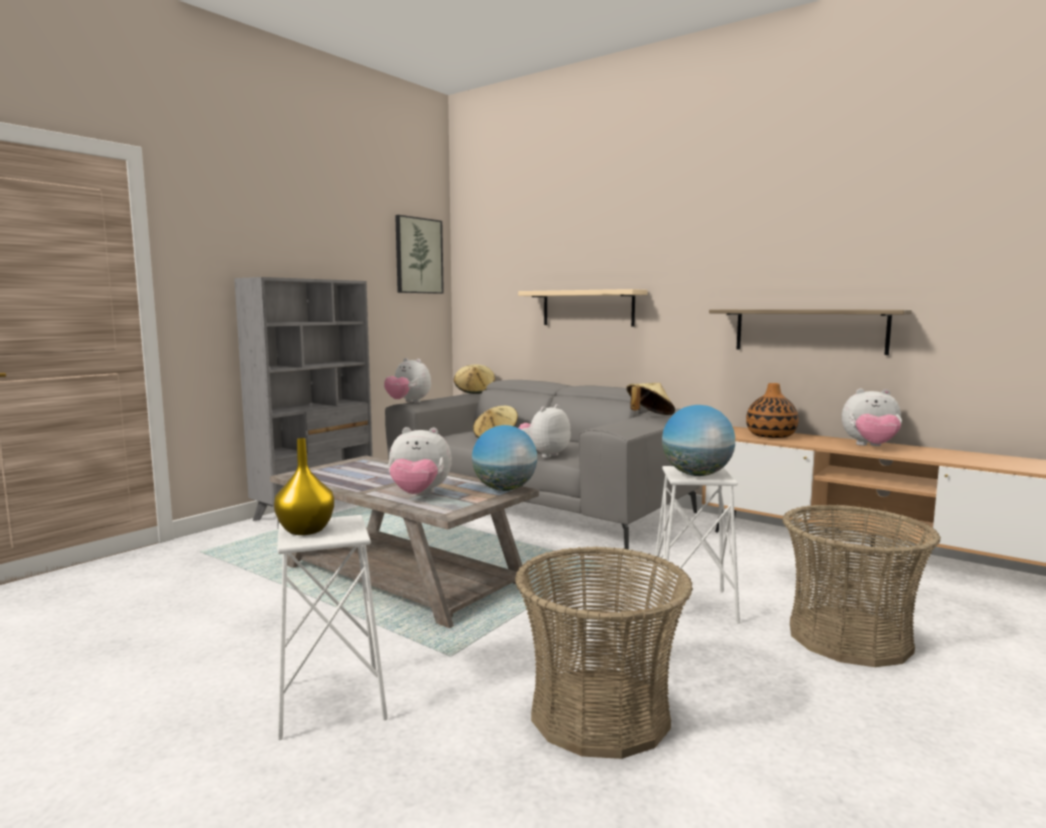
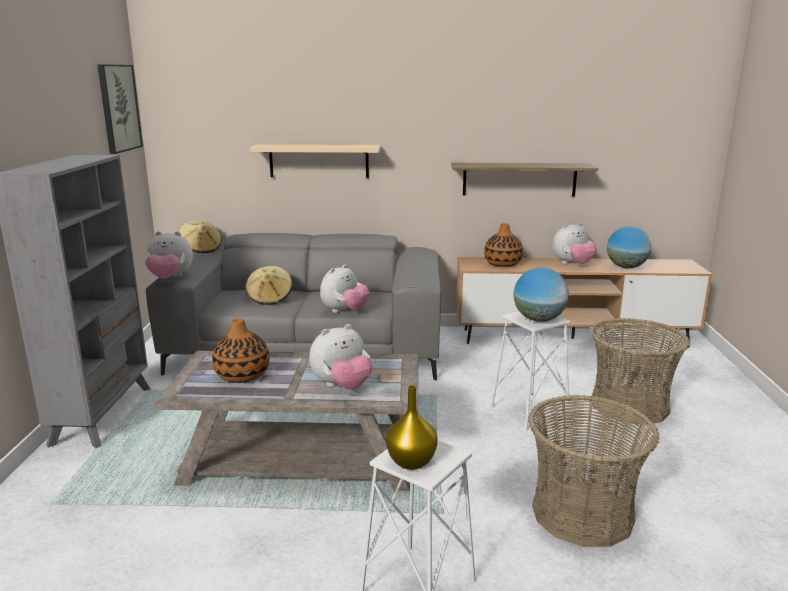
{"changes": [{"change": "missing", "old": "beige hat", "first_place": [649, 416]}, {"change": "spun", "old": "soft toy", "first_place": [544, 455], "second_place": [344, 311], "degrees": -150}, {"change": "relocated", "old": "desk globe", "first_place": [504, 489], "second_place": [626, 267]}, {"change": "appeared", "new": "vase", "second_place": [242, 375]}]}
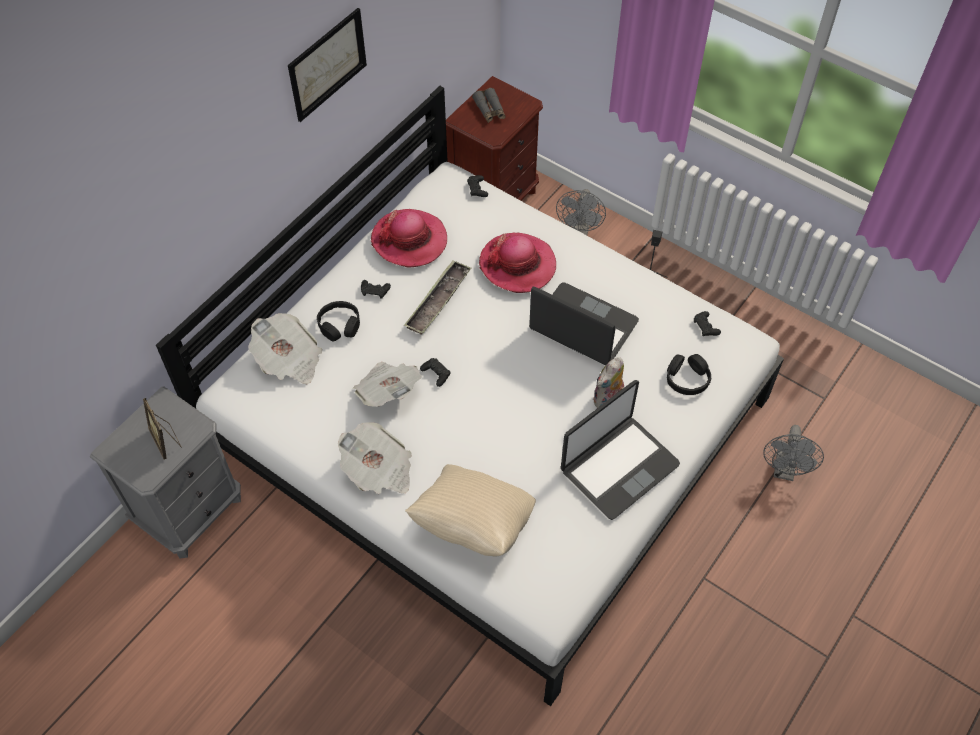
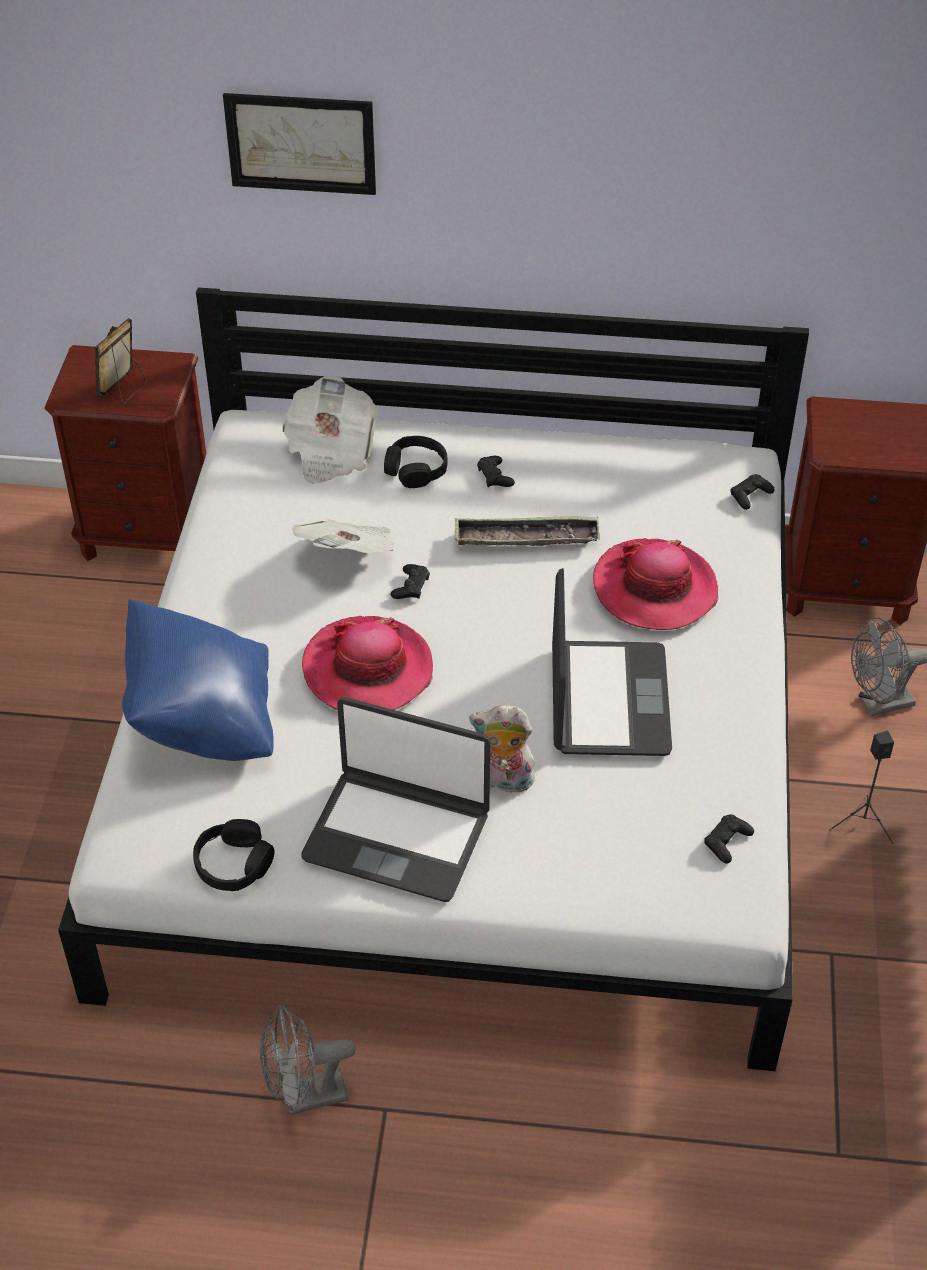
{"changes": [{"change": "relocated", "old": "wall picture", "first_place": [327, 64], "second_place": [301, 143]}, {"change": "missing", "old": "gray binoculars", "first_place": [489, 110]}, {"change": "relocated", "old": "hat", "first_place": [409, 240], "second_place": [368, 669]}, {"change": "relocated", "old": "black pair of headphones", "first_place": [687, 379], "second_place": [234, 864]}, {"change": "colour", "old": "gray nightstand", "new": "brown-coloured nightstand", "first_place": [190, 511], "second_place": [147, 534]}, {"change": "missing", "old": "newspaper", "first_place": [378, 470]}, {"change": "relocated", "old": "gray fan", "first_place": [784, 471], "second_place": [305, 1097]}, {"change": "colour", "old": "beige cushion", "new": "bluish cushion", "first_place": [473, 526], "second_place": [204, 721]}]}
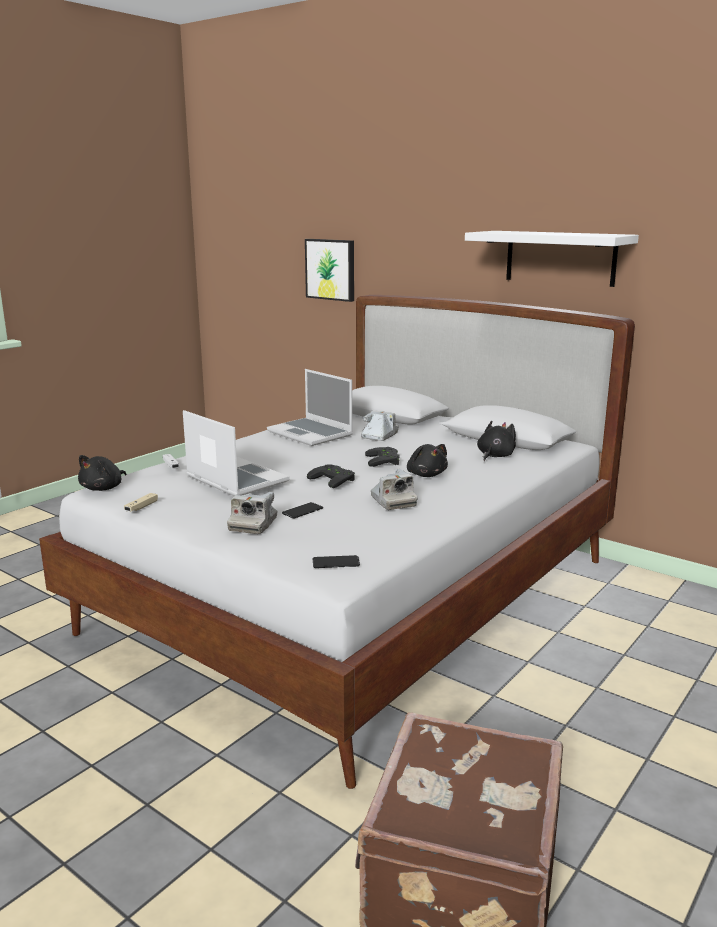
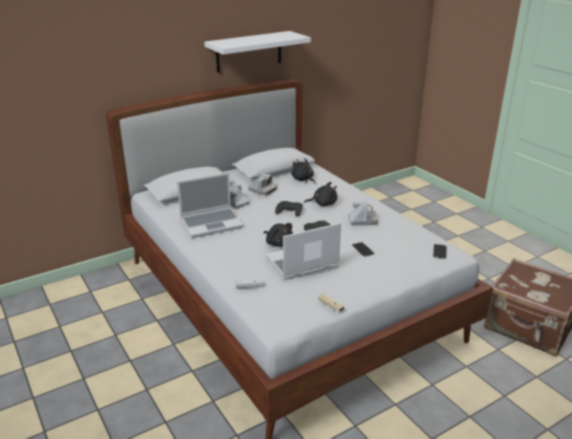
{"changes": [{"change": "missing", "old": "wall picture", "first_place": [331, 269]}, {"change": "relocated", "old": "black soft toy", "first_place": [103, 488], "second_place": [278, 243]}, {"change": "relocated", "old": "photo camera", "first_place": [253, 524], "second_place": [262, 190]}]}
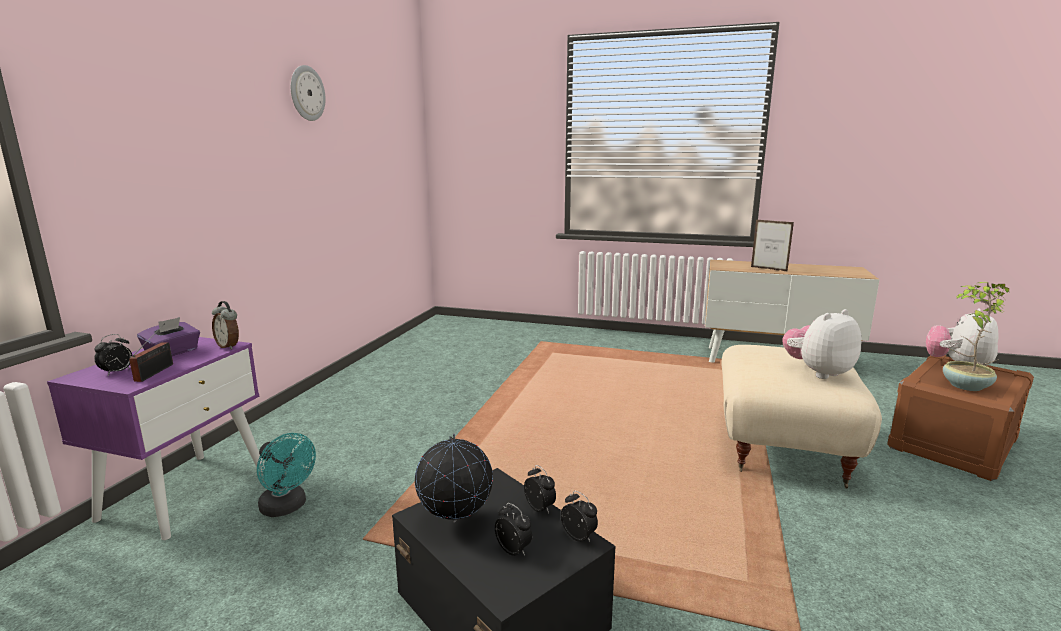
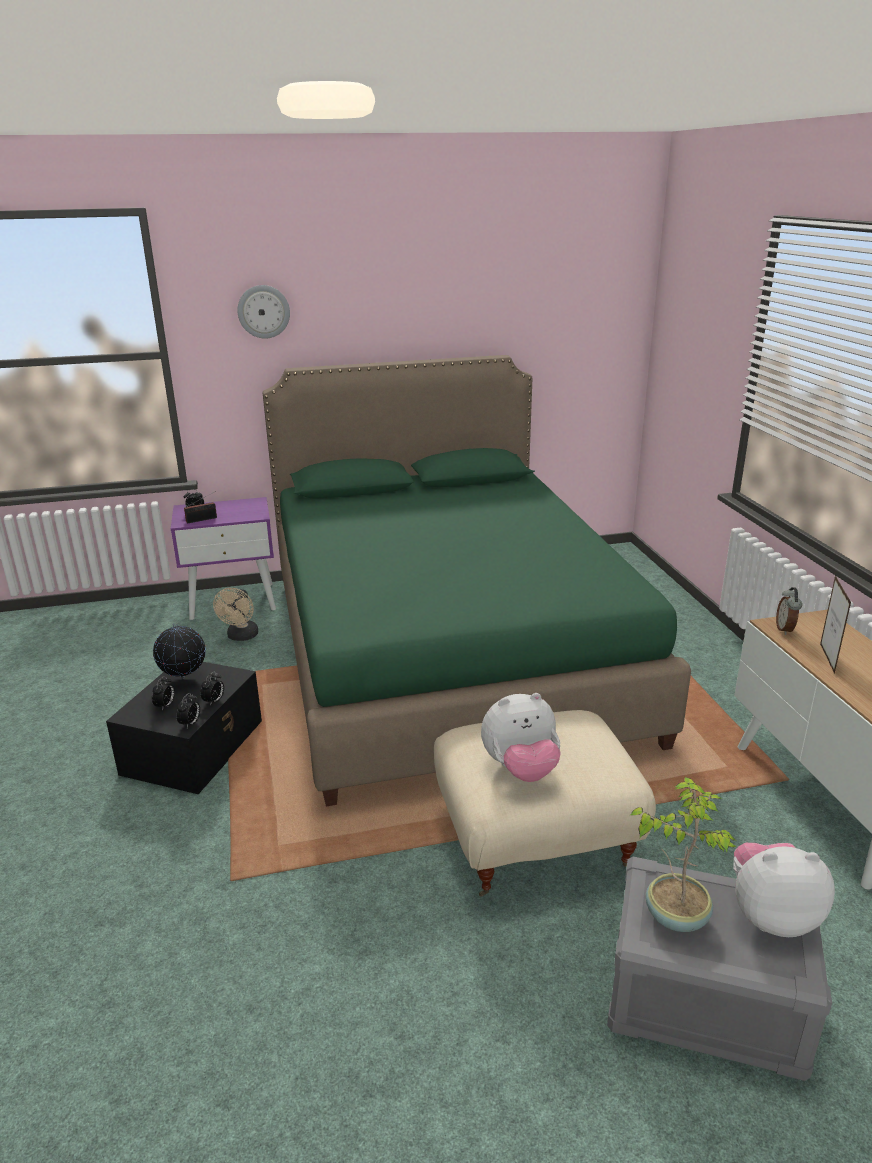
{"changes": [{"change": "relocated", "old": "clock on the wall", "first_place": [306, 93], "second_place": [263, 311]}, {"change": "relocated", "old": "bedside clock", "first_place": [229, 346], "second_place": [785, 629]}, {"change": "spun", "old": "soft toy", "first_place": [818, 372], "second_place": [521, 769], "degrees": 135}, {"change": "missing", "old": "purple tissue box", "first_place": [173, 353]}, {"change": "colour", "old": "brown-coloured storage box", "new": "gray storage box", "first_place": [953, 444], "second_place": [704, 1000]}, {"change": "colour", "old": "turquoise fan", "new": "beige fan", "first_place": [287, 507], "second_place": [241, 637]}, {"change": "appeared", "new": "green sleeping bed", "second_place": [445, 652]}]}
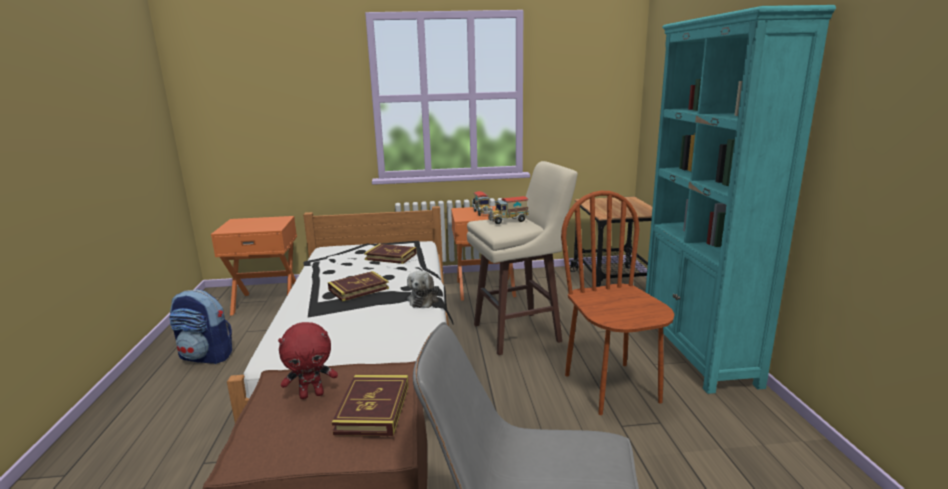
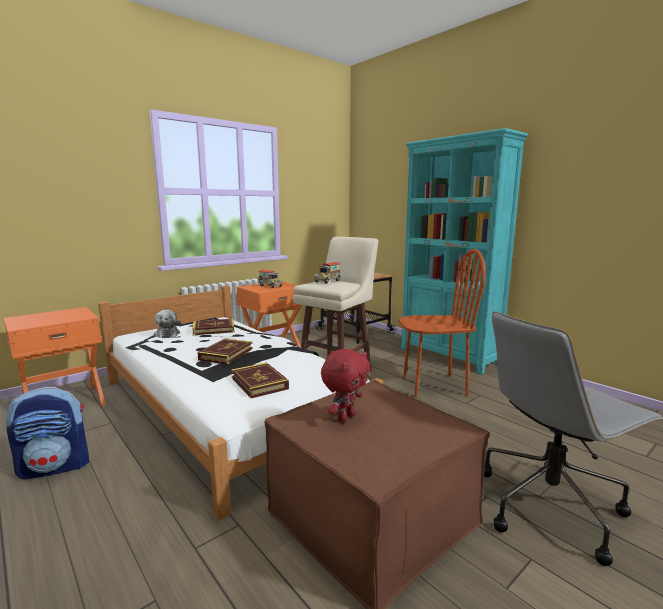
{"changes": [{"change": "spun", "old": "brown-coloured chair", "first_place": [612, 388], "second_place": [434, 386], "degrees": 135}, {"change": "relocated", "old": "soft toy", "first_place": [424, 300], "second_place": [167, 334]}, {"change": "relocated", "old": "bound book", "first_place": [373, 409], "second_place": [259, 383]}]}
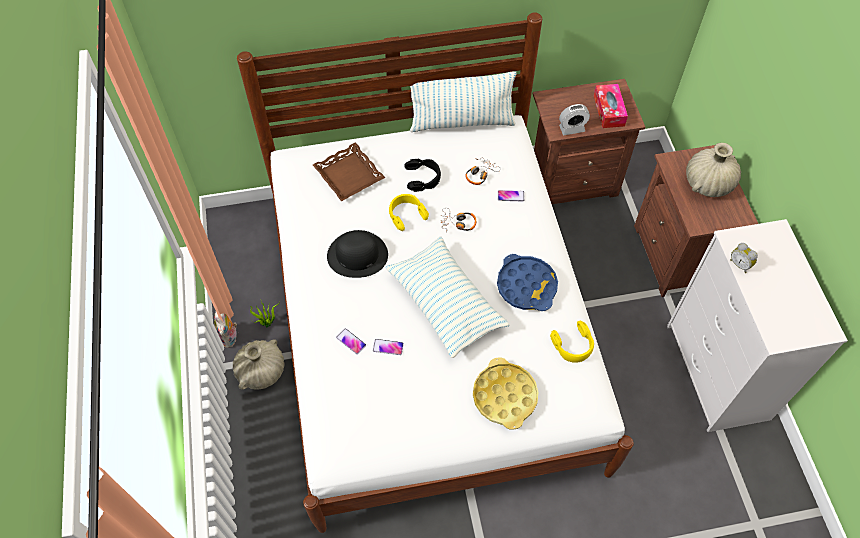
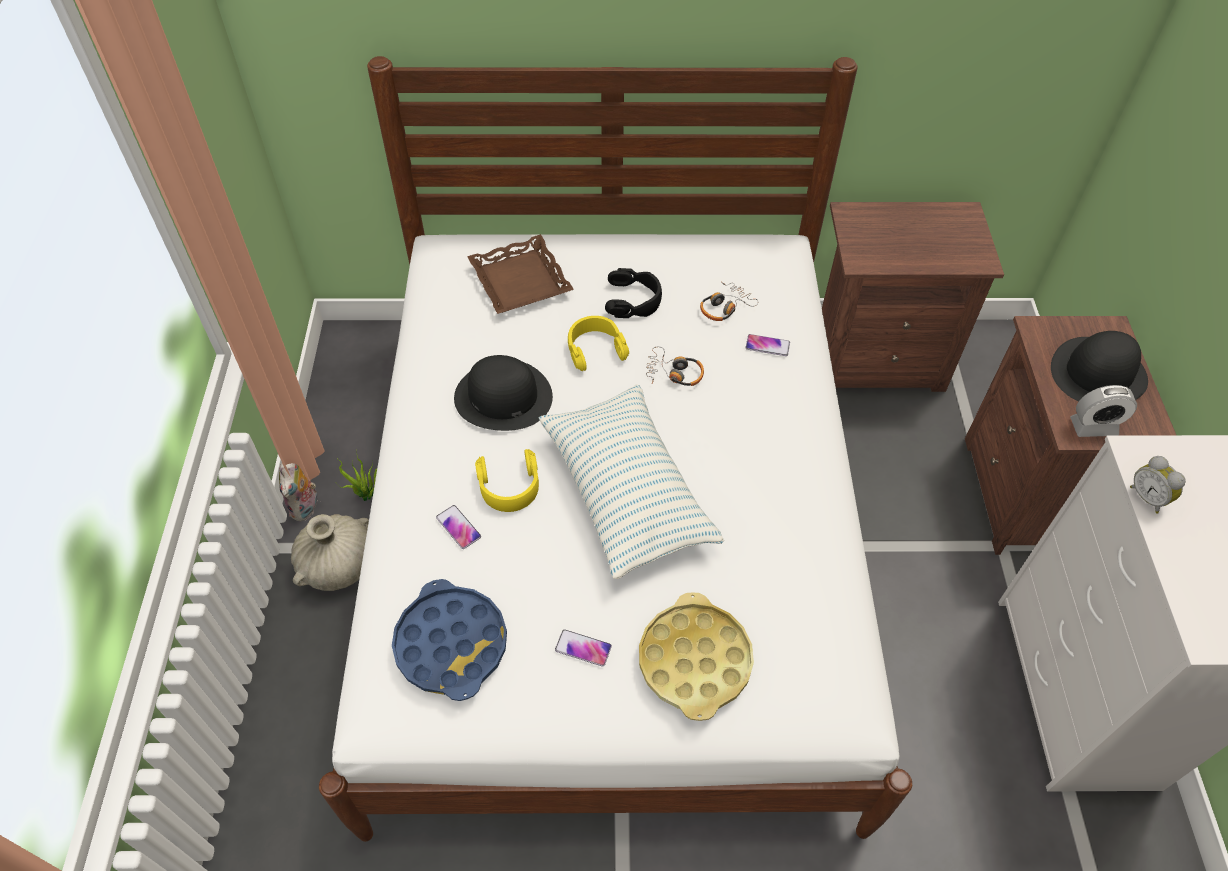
{"changes": [{"change": "missing", "old": "cushion", "first_place": [461, 122]}, {"change": "missing", "old": "tissue box", "first_place": [609, 110]}, {"change": "relocated", "old": "bedside clock", "first_place": [572, 129], "second_place": [1093, 427]}, {"change": "exchanged", "old": "beige vase", "new": "black hat", "first_place": [707, 184], "second_place": [1098, 372]}, {"change": "relocated", "old": "bluish tray", "first_place": [526, 286], "second_place": [451, 644]}, {"change": "relocated", "old": "yellow pair of headphones", "first_place": [573, 345], "second_place": [509, 486]}, {"change": "relocated", "old": "phone", "first_place": [388, 347], "second_place": [583, 648]}]}
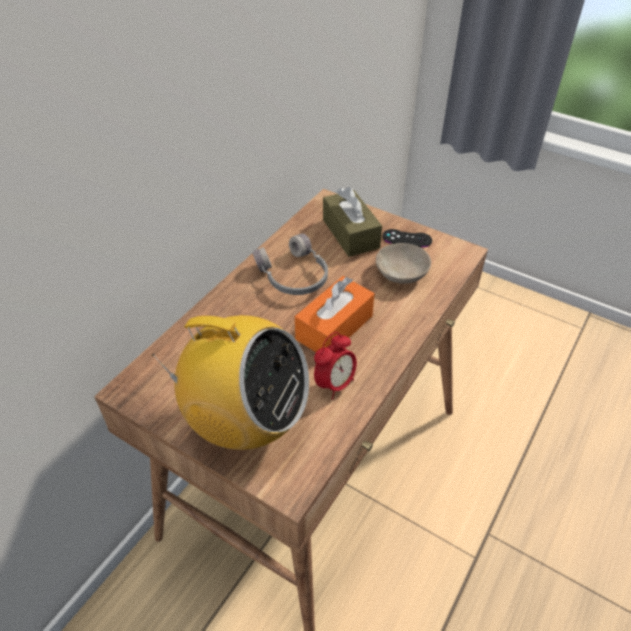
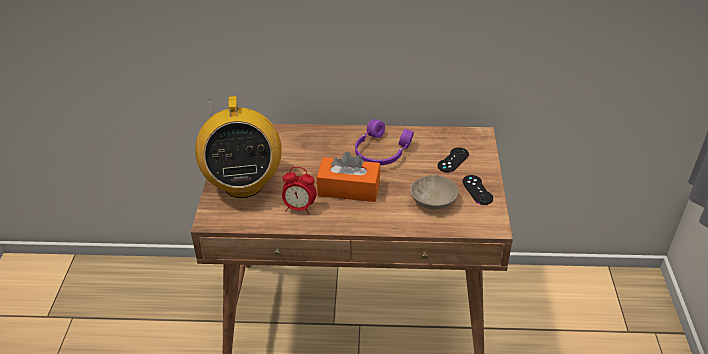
{"changes": [{"change": "exchanged", "old": "brown-coloured tissue box", "new": "black gamepad", "first_place": [350, 234], "second_place": [453, 160]}, {"change": "colour", "old": "gray pair of headphones", "new": "purple pair of headphones", "first_place": [293, 276], "second_place": [381, 152]}]}
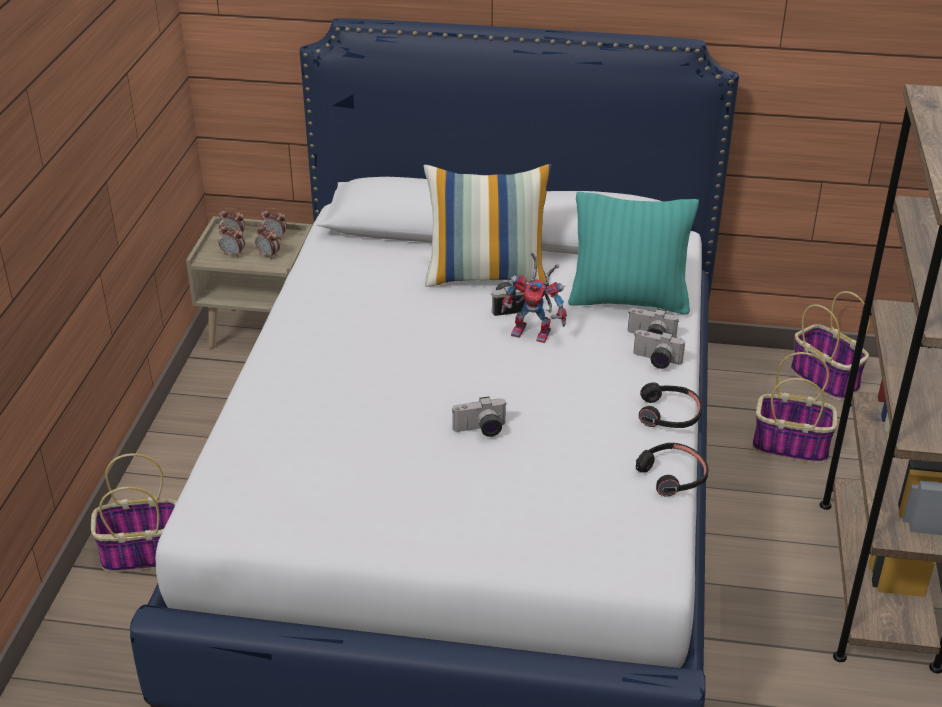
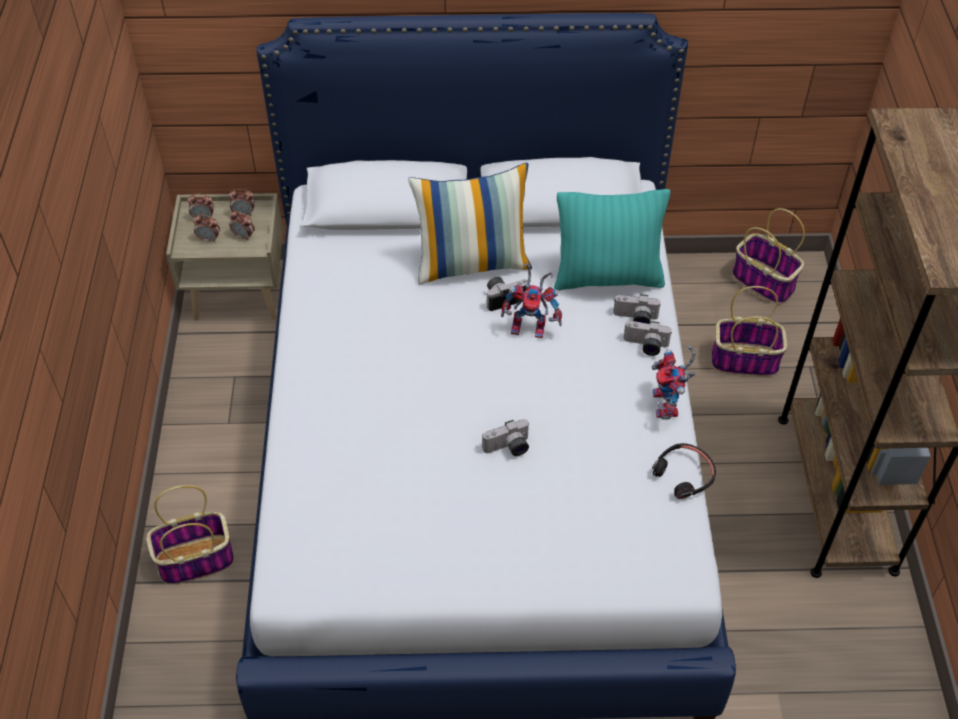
{"changes": [{"change": "exchanged", "old": "black pair of headphones", "new": "robot figure", "first_place": [669, 414], "second_place": [668, 407]}]}
